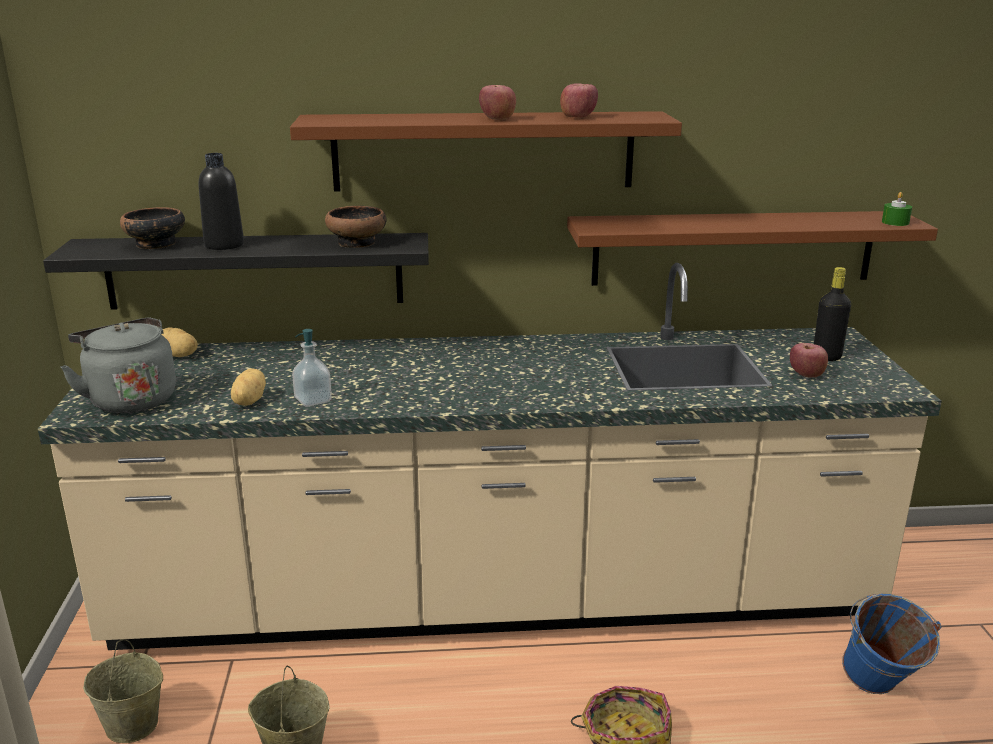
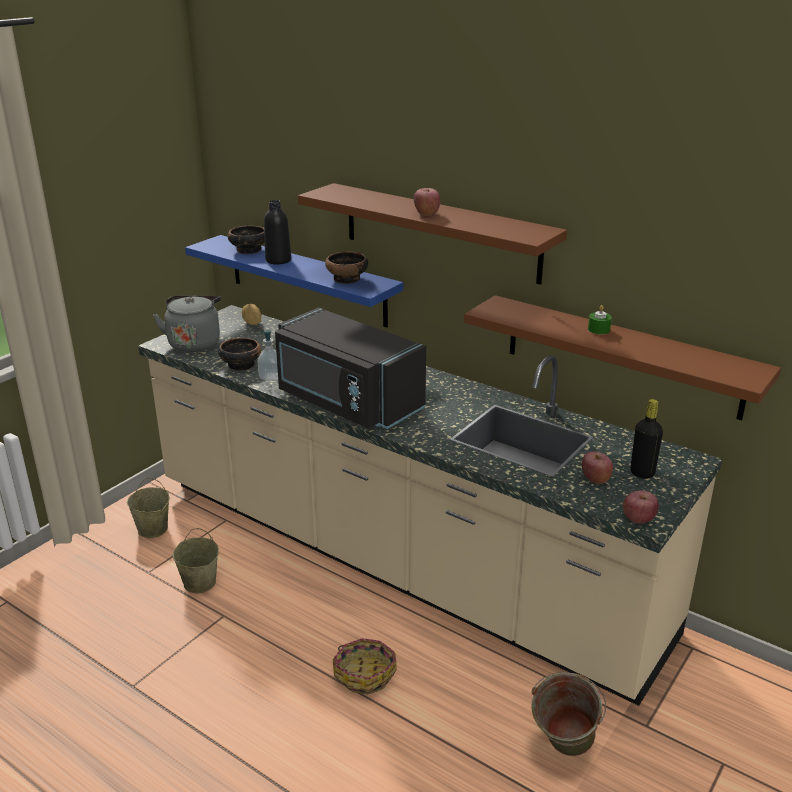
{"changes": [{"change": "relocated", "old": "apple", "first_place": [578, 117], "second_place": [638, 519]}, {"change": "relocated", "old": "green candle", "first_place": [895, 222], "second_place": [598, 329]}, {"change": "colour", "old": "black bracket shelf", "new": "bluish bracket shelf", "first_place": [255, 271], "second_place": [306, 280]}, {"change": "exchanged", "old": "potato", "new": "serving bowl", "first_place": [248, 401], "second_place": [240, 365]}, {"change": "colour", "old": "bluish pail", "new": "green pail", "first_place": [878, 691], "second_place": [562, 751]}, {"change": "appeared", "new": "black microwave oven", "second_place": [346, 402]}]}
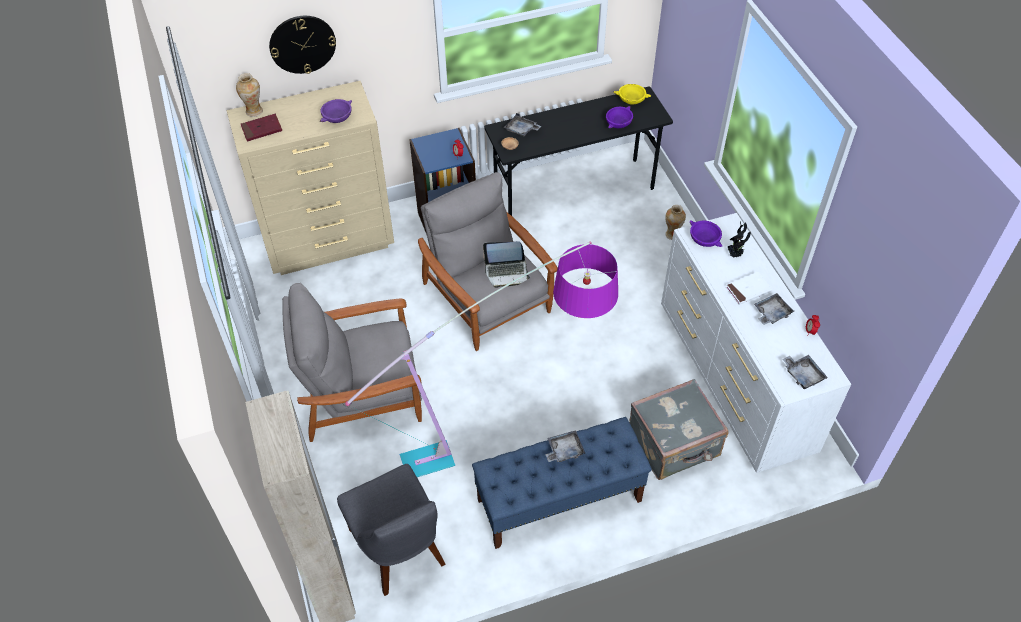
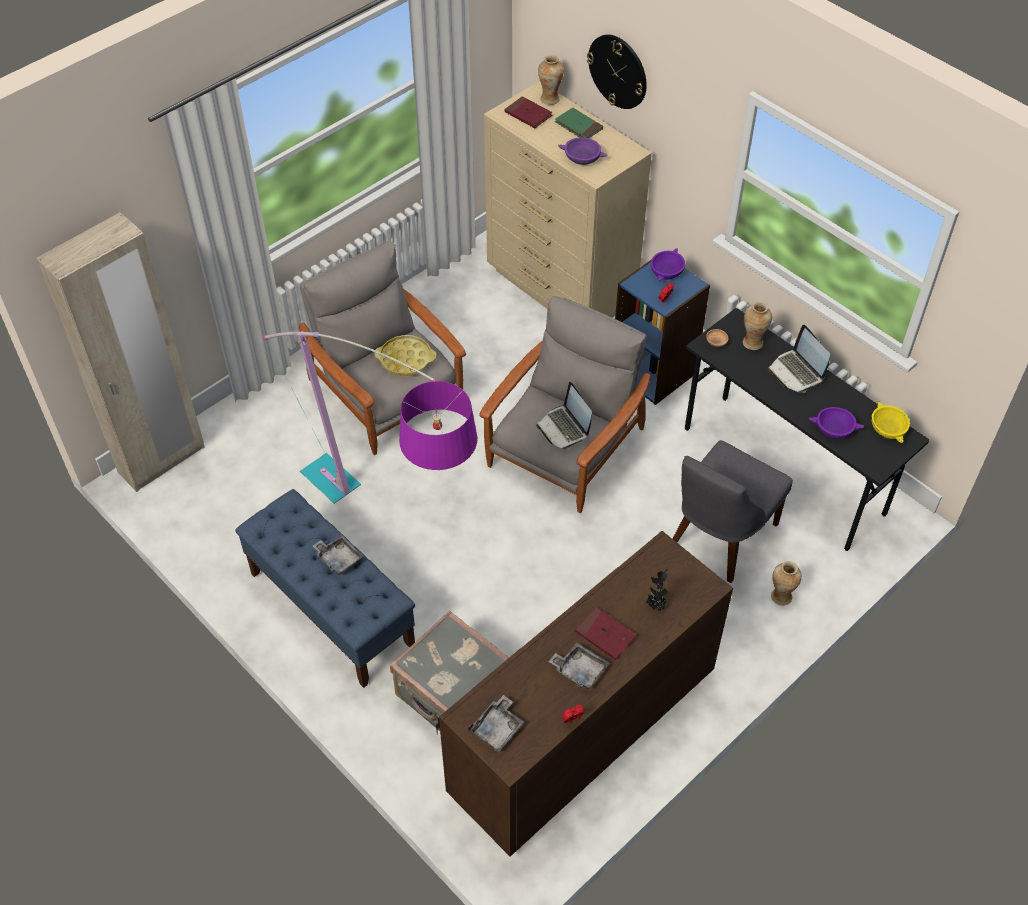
{"changes": [{"change": "exchanged", "old": "gray tray", "new": "vase", "first_place": [521, 130], "second_place": [752, 342]}, {"change": "colour", "old": "white-coloured dresser", "new": "brown-coloured dresser", "first_place": [734, 381], "second_place": [581, 734]}, {"change": "relocated", "old": "purple serving bowl", "first_place": [705, 239], "second_place": [667, 272]}, {"change": "colour", "old": "white-coloured bound book", "new": "red-coloured bound book", "first_place": [748, 290], "second_place": [605, 635]}, {"change": "relocated", "old": "gray chair", "first_place": [399, 550], "second_place": [719, 538]}, {"change": "appeared", "new": "green bound book", "second_place": [578, 126]}, {"change": "appeared", "new": "laptop", "second_place": [796, 372]}, {"change": "appeared", "new": "yellow tray", "second_place": [406, 359]}]}
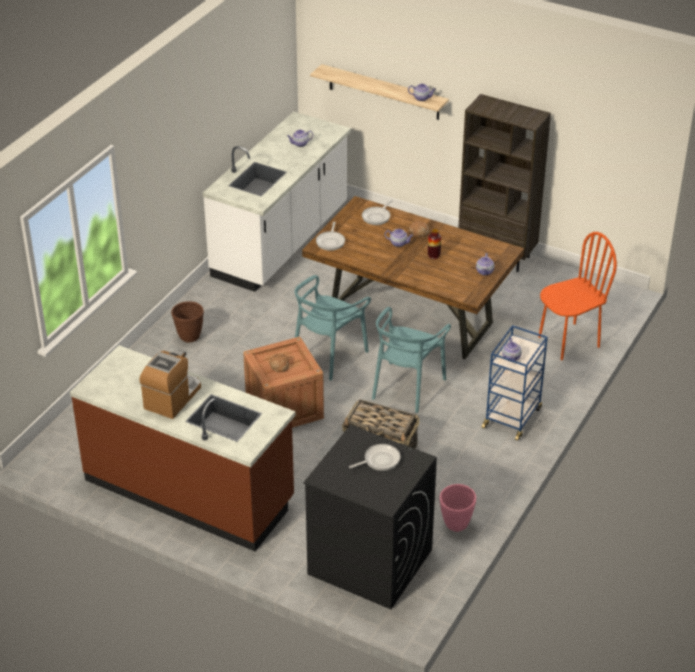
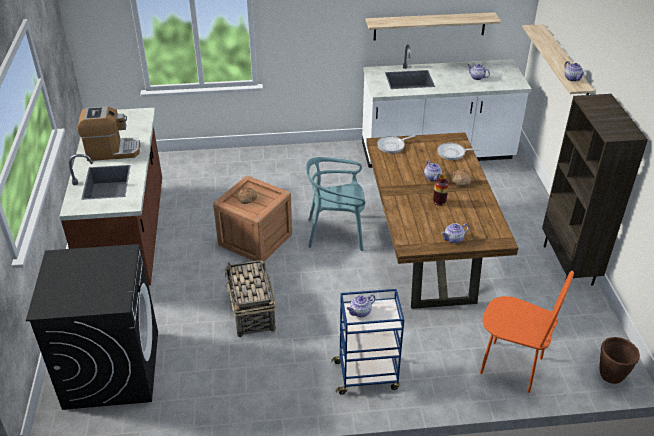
{"changes": [{"change": "relocated", "old": "brown-coloured plant pot", "first_place": [189, 337], "second_place": [611, 375]}, {"change": "missing", "old": "turquoise chair", "first_place": [406, 387]}, {"change": "missing", "old": "skillet", "first_place": [379, 460]}, {"change": "missing", "old": "pinkish plant pot", "first_place": [456, 524]}, {"change": "appeared", "new": "bracket shelf", "second_place": [429, 26]}]}
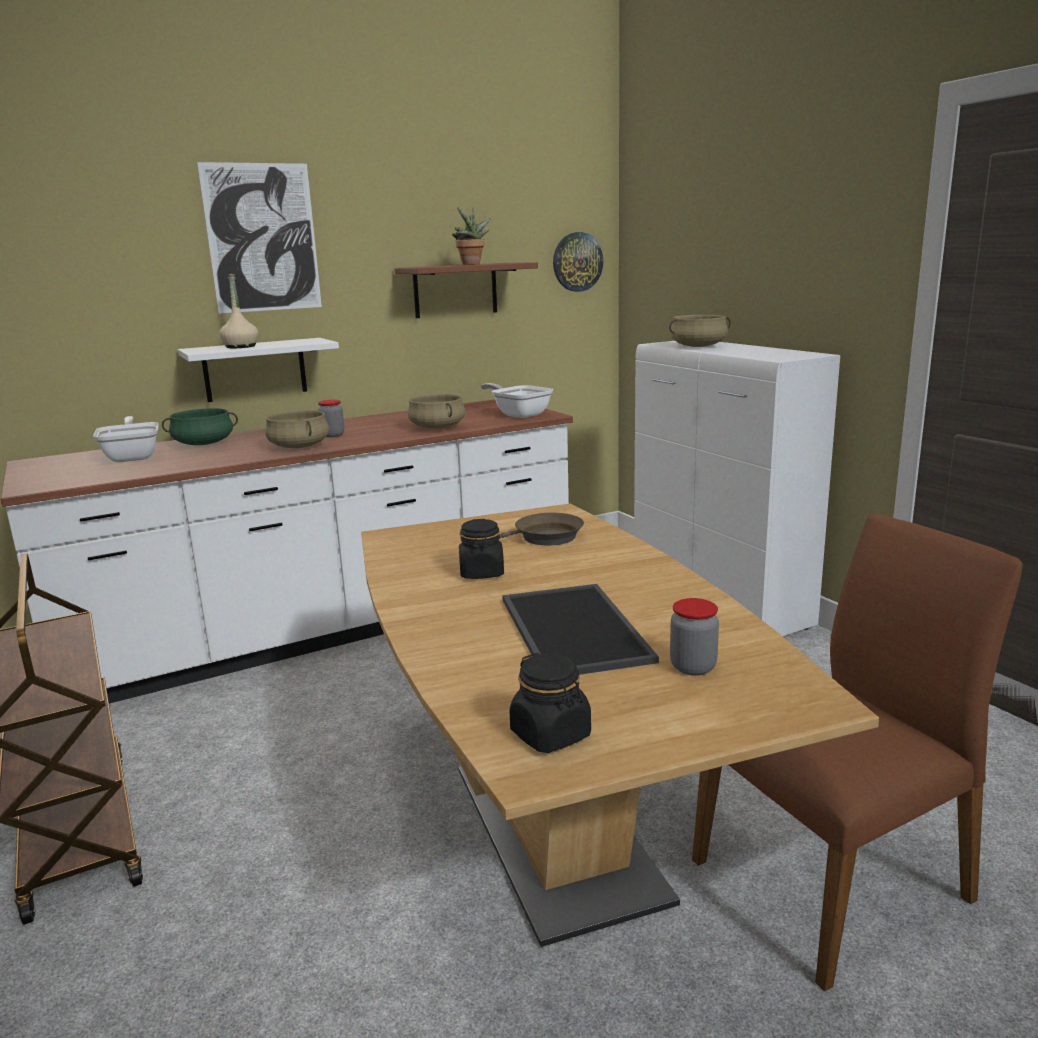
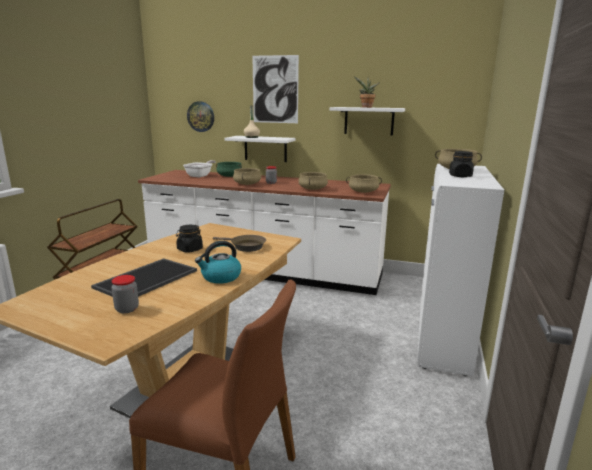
{"changes": [{"change": "relocated", "old": "clock on the wall", "first_place": [577, 262], "second_place": [201, 116]}, {"change": "colour", "old": "brown-coloured bracket shelf", "new": "white-coloured bracket shelf", "first_place": [455, 290], "second_place": [369, 121]}, {"change": "exchanged", "old": "skillet", "new": "beige cooking pot", "first_place": [519, 414], "second_place": [363, 192]}, {"change": "relocated", "old": "black preserve jar", "first_place": [551, 735], "second_place": [460, 176]}, {"change": "appeared", "new": "tea kettle", "second_place": [220, 277]}]}
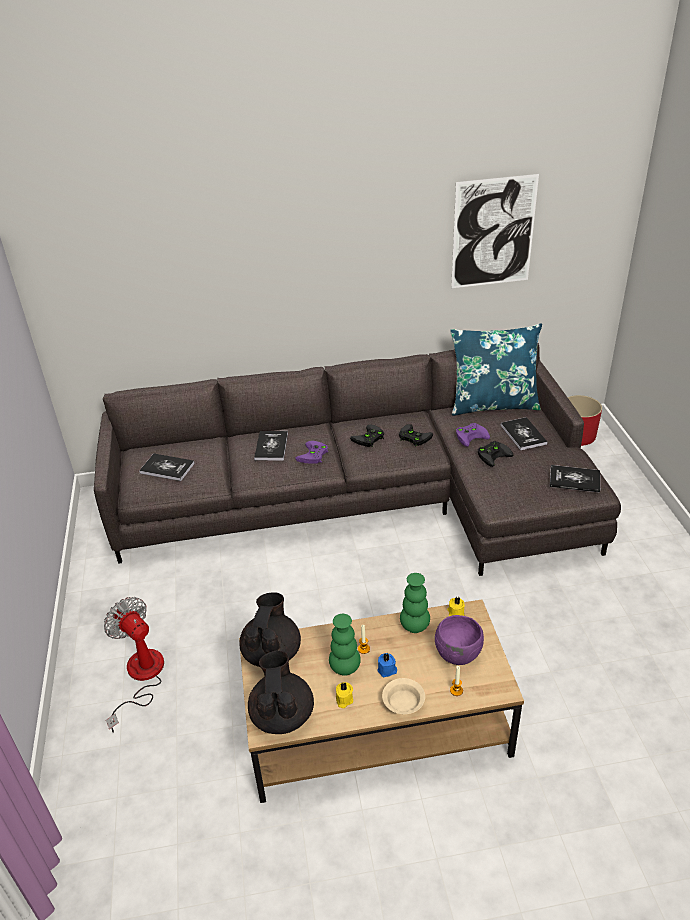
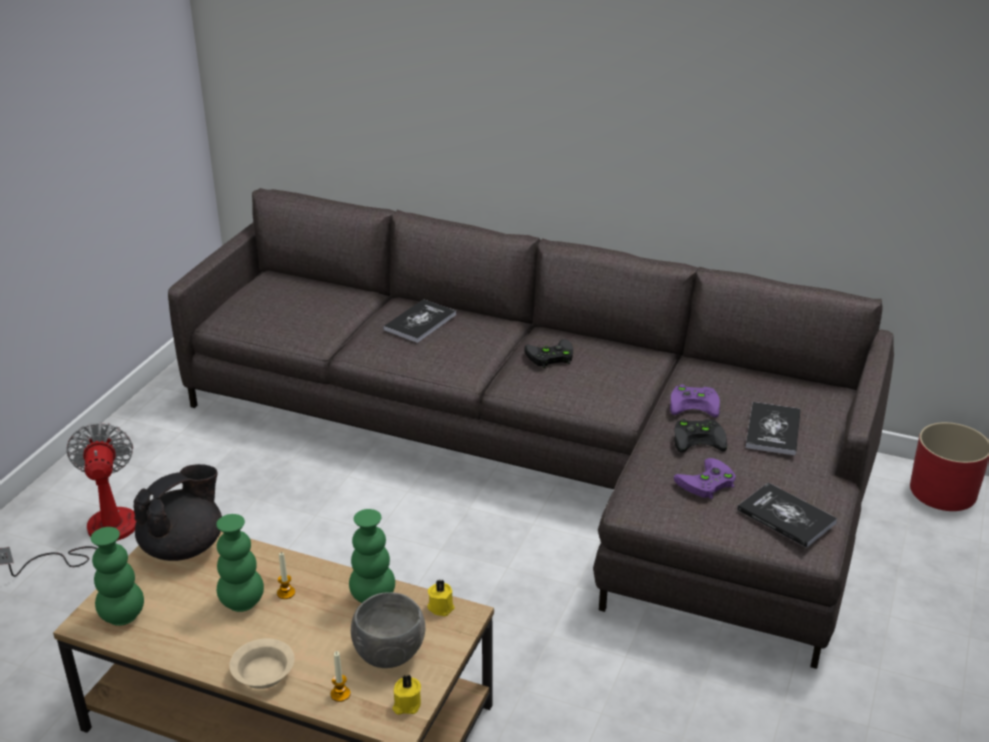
{"changes": [{"change": "missing", "old": "wall picture", "first_place": [493, 233]}, {"change": "missing", "old": "bluish cushion", "first_place": [493, 404]}, {"change": "missing", "old": "black gamepad", "first_place": [413, 437]}, {"change": "relocated", "old": "purple gamepad", "first_place": [313, 455], "second_place": [706, 483]}, {"change": "missing", "old": "bound book", "first_place": [167, 468]}, {"change": "colour", "old": "purple serving bowl", "new": "gray serving bowl", "first_place": [457, 654], "second_place": [388, 654]}, {"change": "exchanged", "old": "black pot for tea", "new": "green vase", "first_place": [282, 714], "second_place": [122, 616]}, {"change": "missing", "old": "bluish candle", "first_place": [387, 670]}, {"change": "relocated", "old": "yellow candle", "first_place": [343, 700], "second_place": [406, 704]}]}
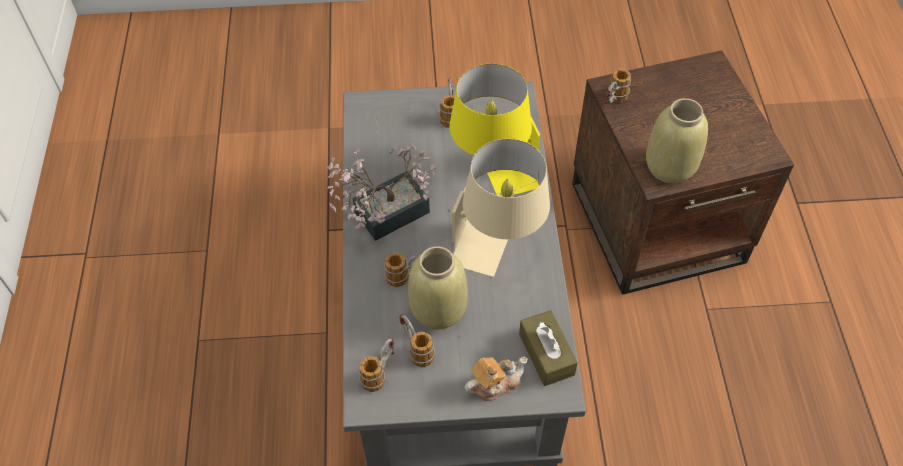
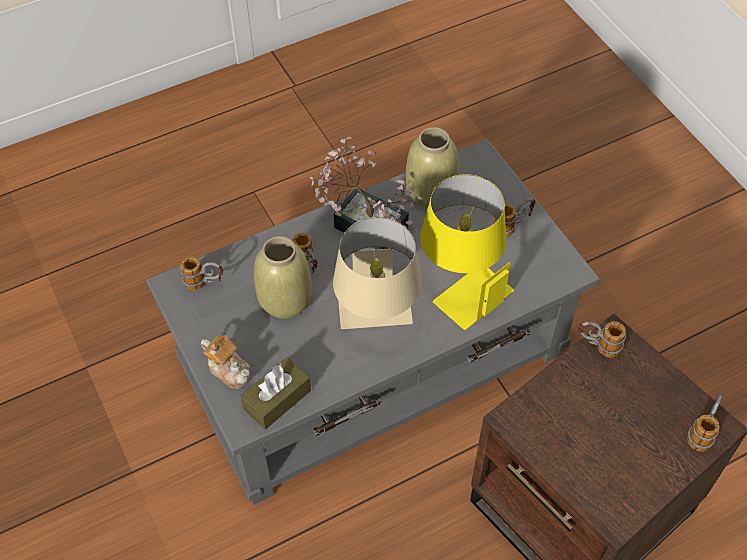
{"changes": [{"change": "relocated", "old": "beige vase", "first_place": [670, 167], "second_place": [430, 193]}, {"change": "relocated", "old": "coffee mug", "first_place": [415, 348], "second_place": [703, 430]}]}
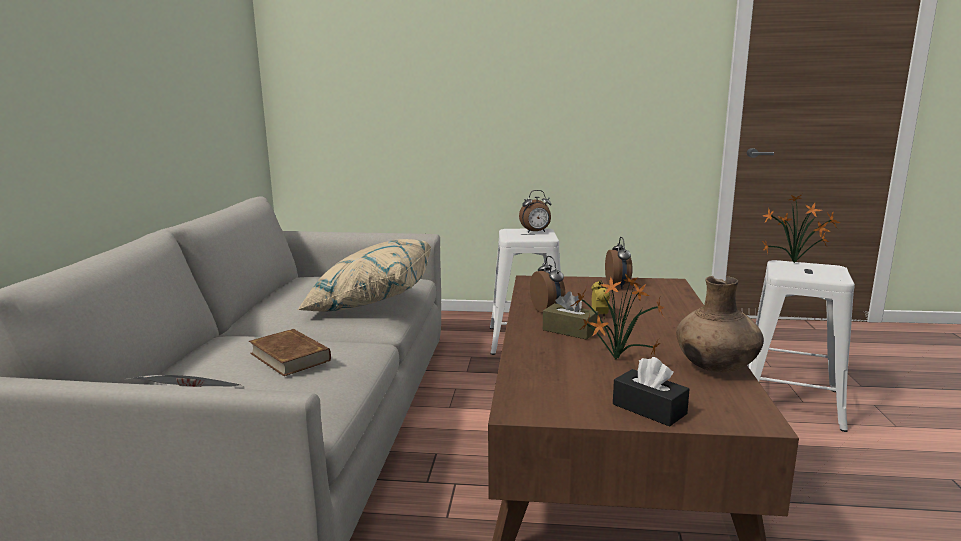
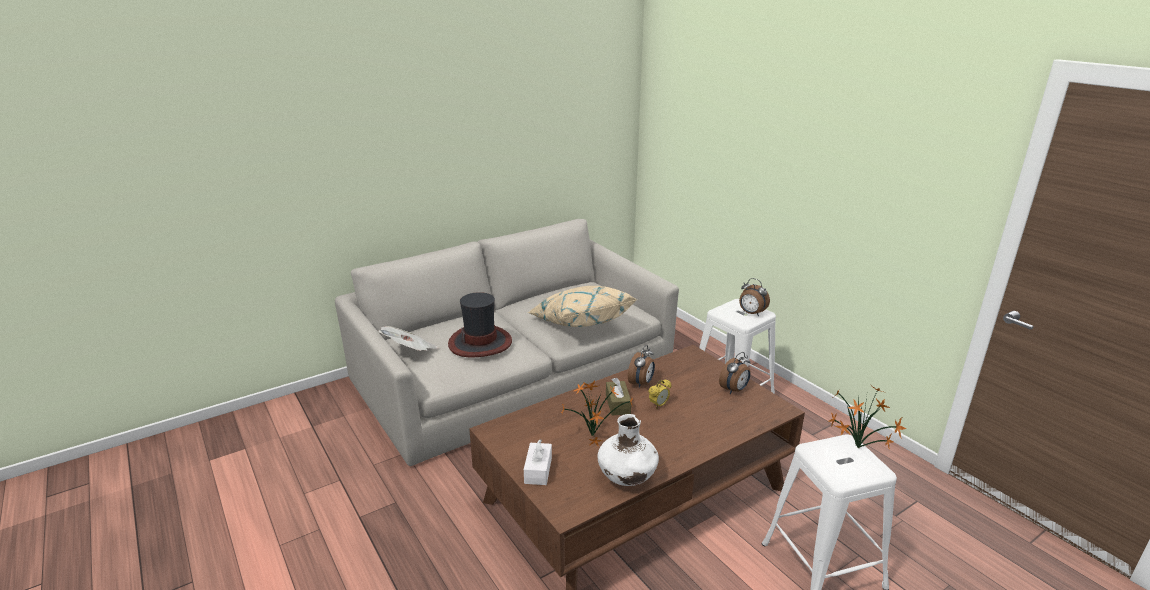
{"changes": [{"change": "colour", "old": "brown-coloured vase", "new": "white-coloured vase", "first_place": [716, 368], "second_place": [627, 478]}, {"change": "exchanged", "old": "brown-coloured bound book", "new": "hat", "first_place": [290, 357], "second_place": [480, 342]}, {"change": "colour", "old": "black tissue box", "new": "white-coloured tissue box", "first_place": [649, 409], "second_place": [538, 470]}]}
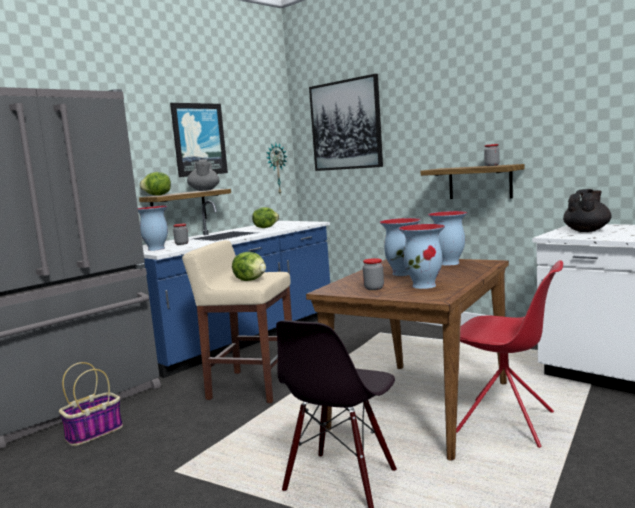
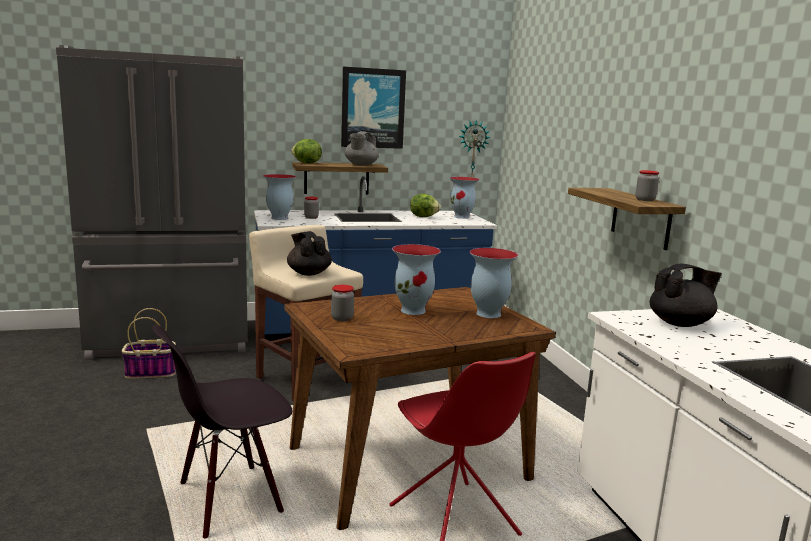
{"changes": [{"change": "missing", "old": "wall picture", "first_place": [346, 125]}, {"change": "relocated", "old": "vase", "first_place": [424, 285], "second_place": [462, 217]}, {"change": "exchanged", "old": "lettuce", "new": "black pot for tea", "first_place": [251, 280], "second_place": [308, 273]}]}
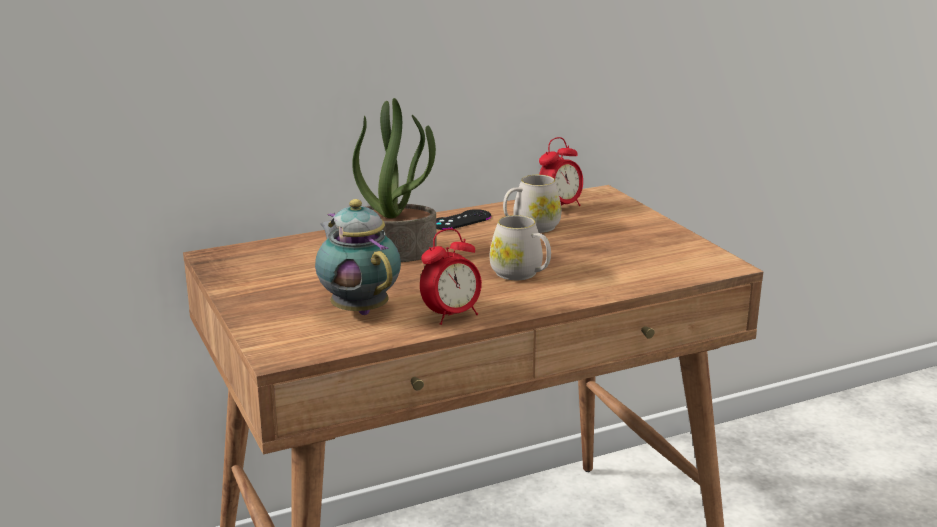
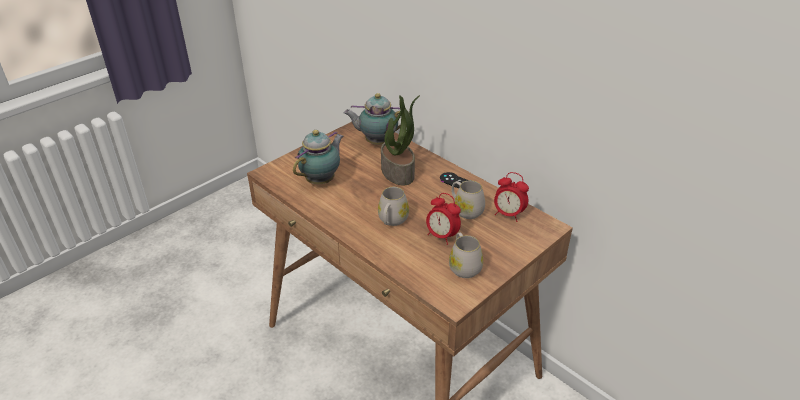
{"changes": [{"change": "relocated", "old": "bedside clock", "first_place": [451, 316], "second_place": [442, 236]}, {"change": "appeared", "new": "pot for tea", "second_place": [376, 142]}, {"change": "appeared", "new": "white-coloured coffee mug", "second_place": [463, 266]}]}
